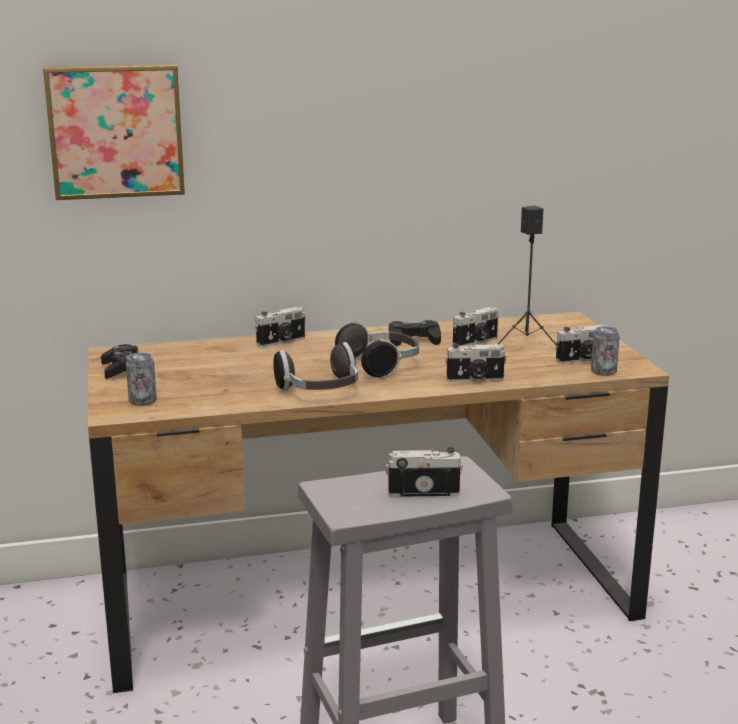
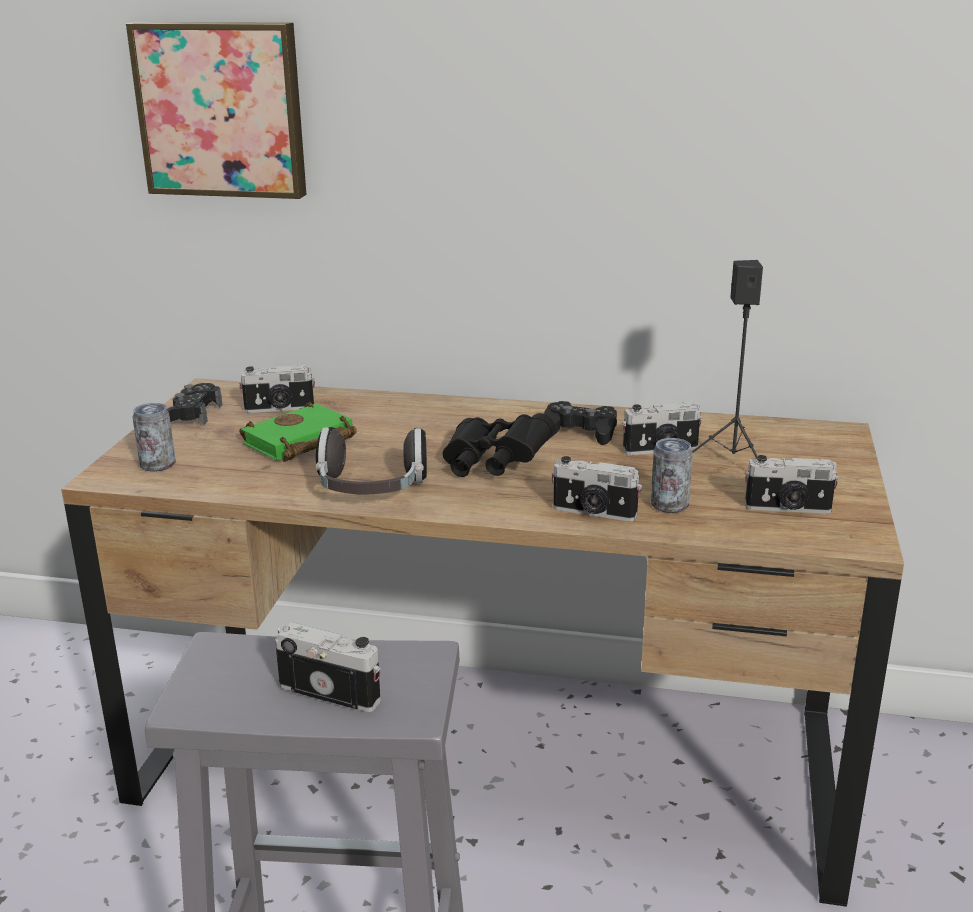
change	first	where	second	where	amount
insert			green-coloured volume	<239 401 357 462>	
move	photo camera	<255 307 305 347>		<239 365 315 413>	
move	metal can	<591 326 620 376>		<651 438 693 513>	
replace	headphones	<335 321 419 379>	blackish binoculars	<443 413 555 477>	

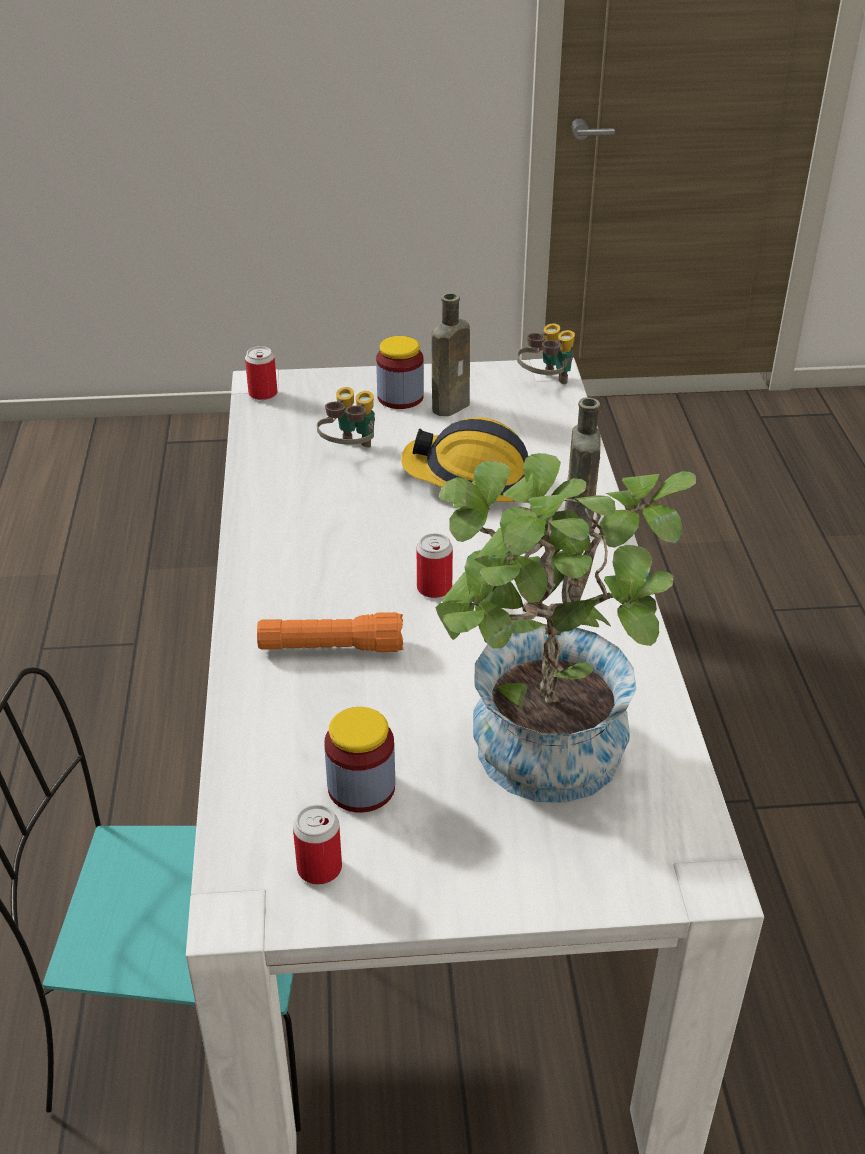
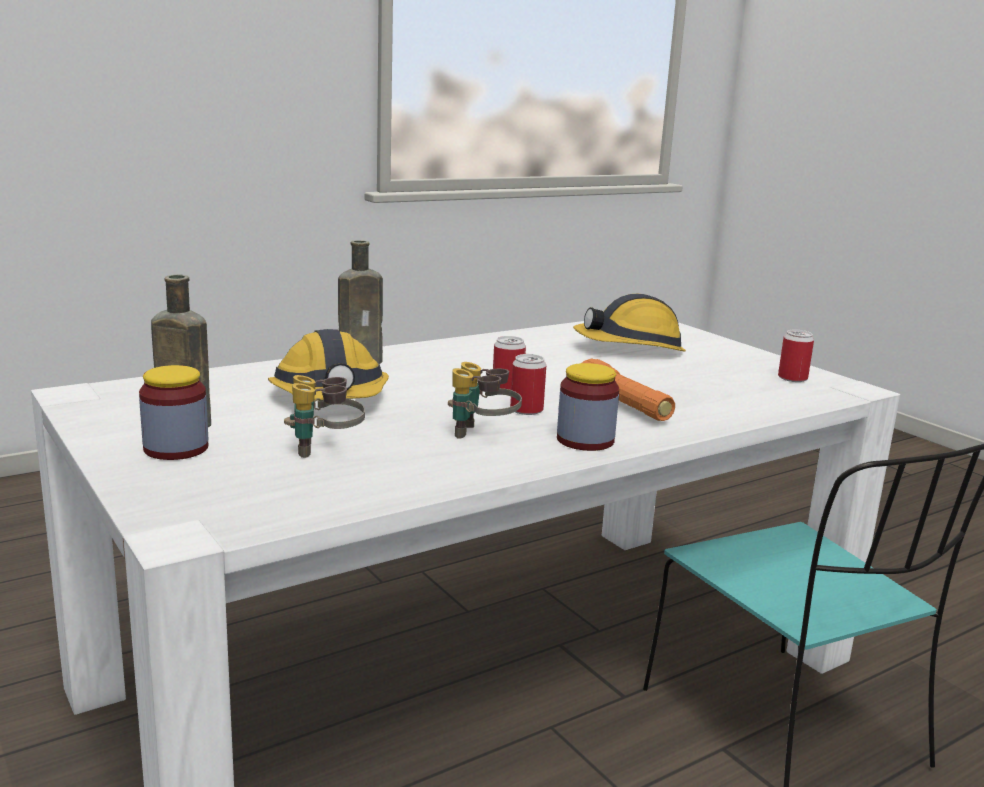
change	first	where	second	where	amount
move	metal can	<245 346 277 400>		<510 354 546 415>	
move	preserve jar	<324 707 395 813>		<557 363 619 451>	
move	binoculars	<517 323 575 384>		<448 362 522 439>	
replace	potted plant	<435 453 696 803>	safety helmet	<573 294 686 352>	

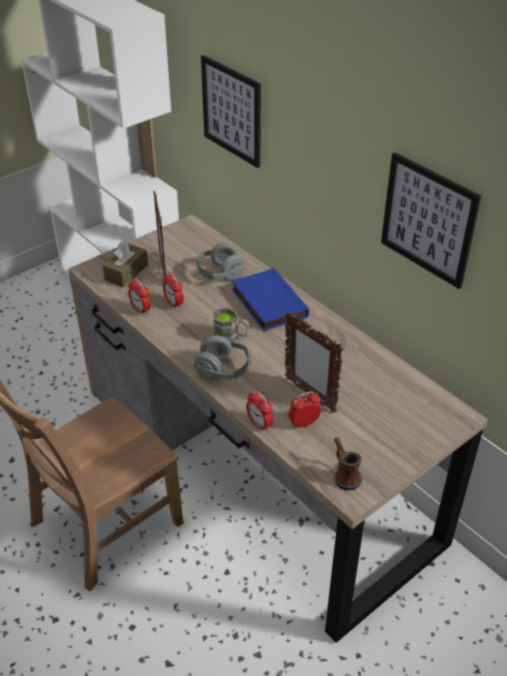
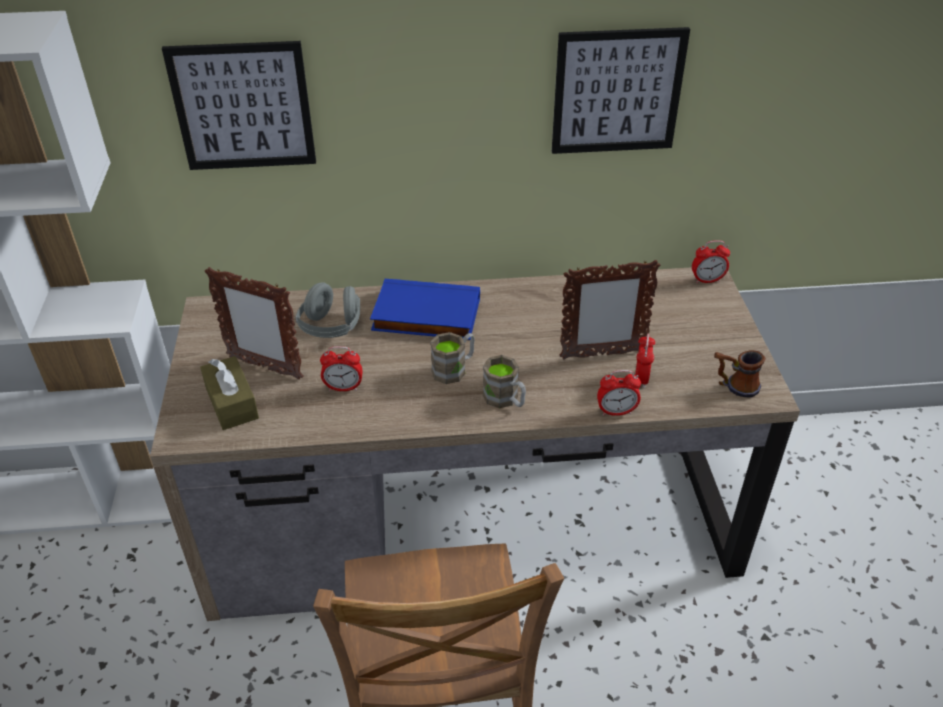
change	first	where	second	where	amount
move	table clock	<128 278 151 315>		<692 240 730 283>	
replace	gray headphones	<194 335 251 380>	brown-coloured mug	<483 355 526 408>	

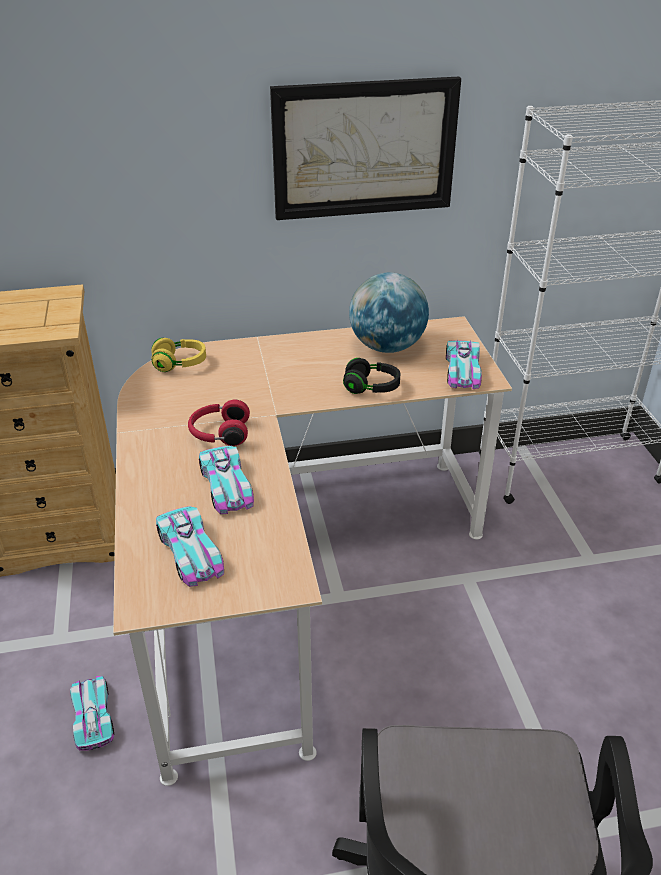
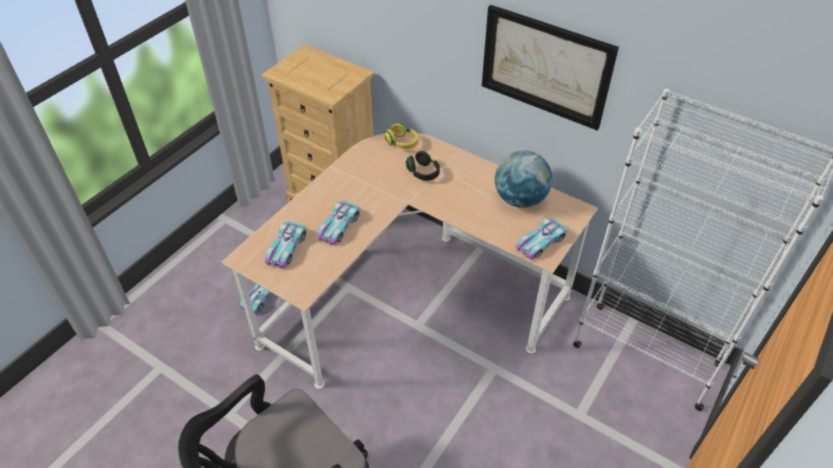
change	first	where	second	where	amount
delete	red headphones	<188 400 250 446>			
move	blackish headphones	<343 358 400 394>		<406 151 440 181>	

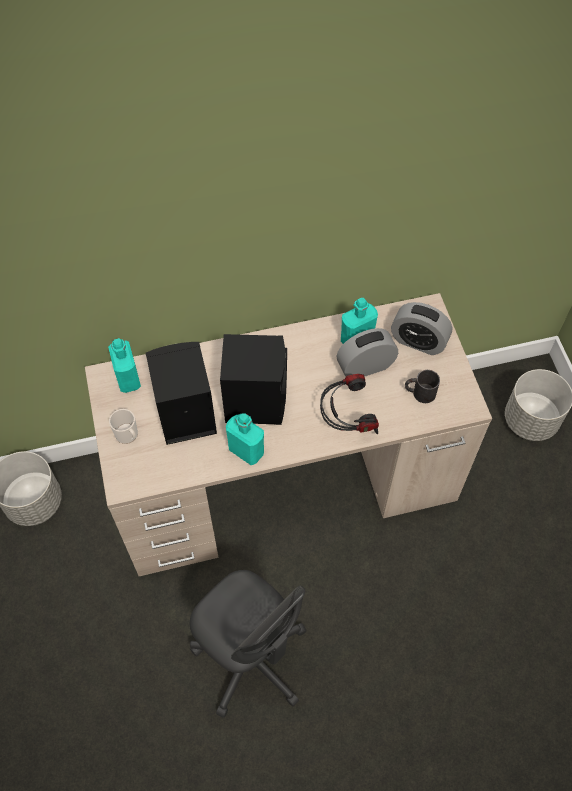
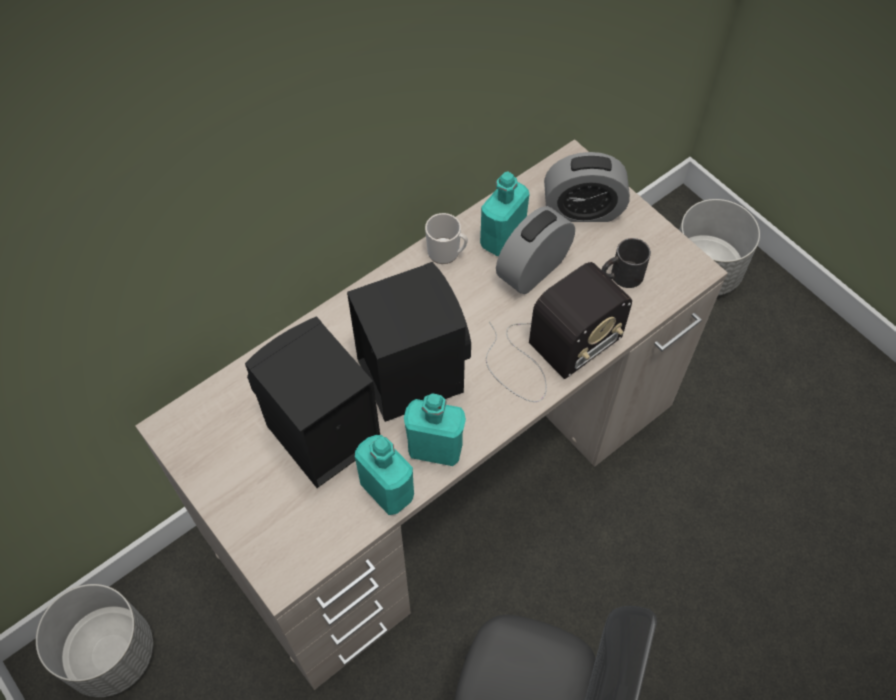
change	first	where	second	where	amount
move	blue-green drink bottle	<108 338 141 393>		<355 435 414 515>	
move	mug	<109 409 138 444>		<425 213 468 264>	
replace	headphones	<320 374 379 434>	radio set	<486 262 632 402>	

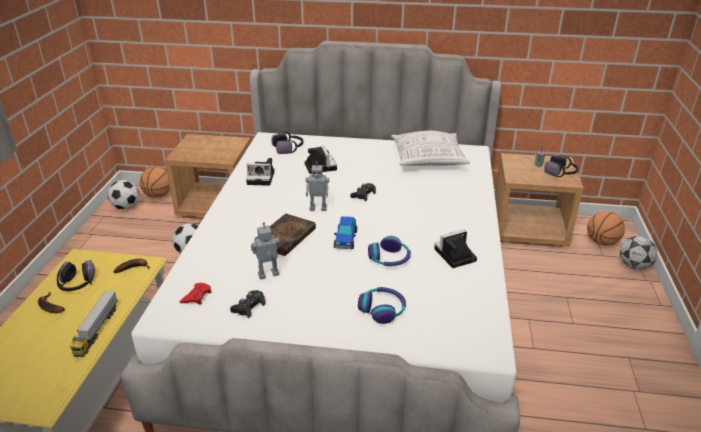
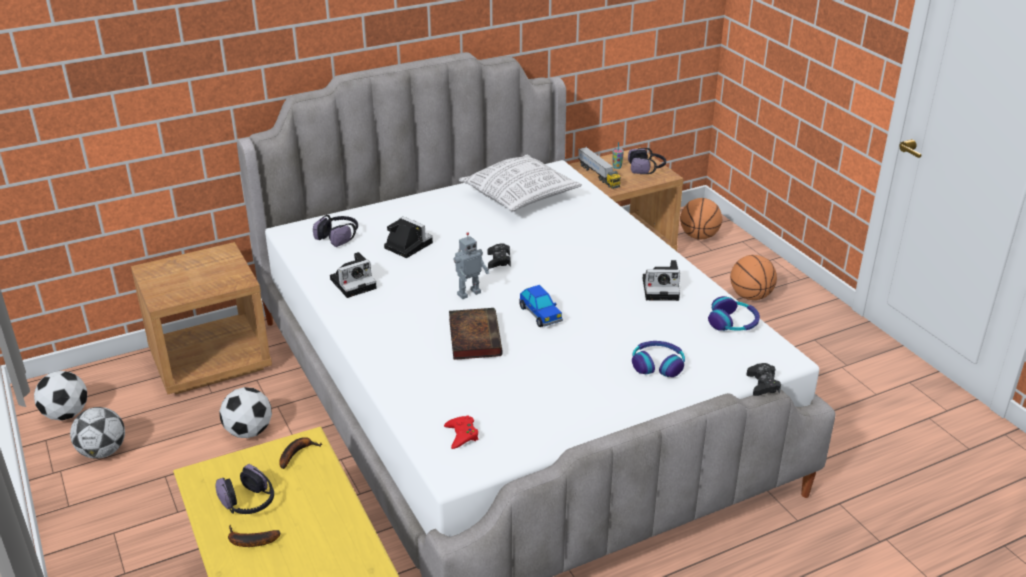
change	first	where	second	where	amount
delete	robot figure	<251 222 280 279>			
move	toy truck	<70 291 118 357>		<578 147 621 189>	
move	basketball ball	<140 167 170 198>		<730 255 777 300>	
move	blackish game controller	<230 290 266 318>		<746 363 781 396>	
move	headphones	<368 236 411 266>		<708 296 760 331>	
move	football	<620 236 657 270>		<70 407 125 459>	
rotate	photo camera	<434 230 477 268>		<643 260 680 301>	120 degrees counterclockwise

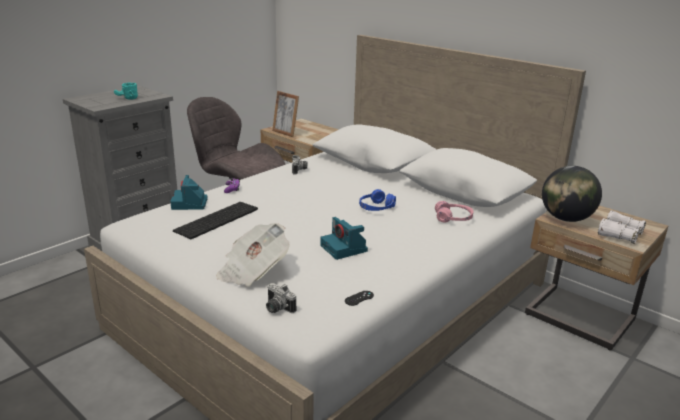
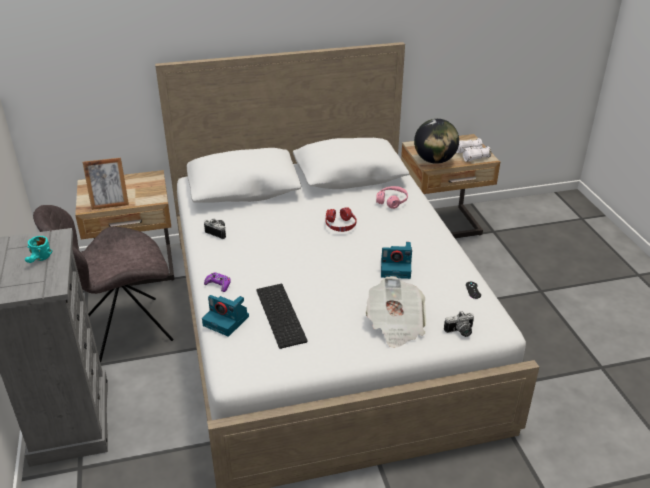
change	first	where	second	where	amount
recolor	blue headphones	<359 189 396 211>	red headphones	<325 207 356 232>	

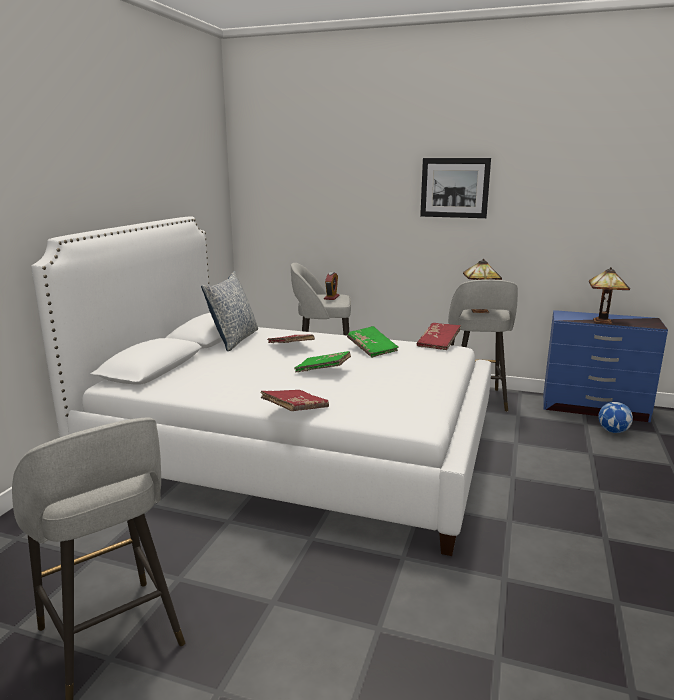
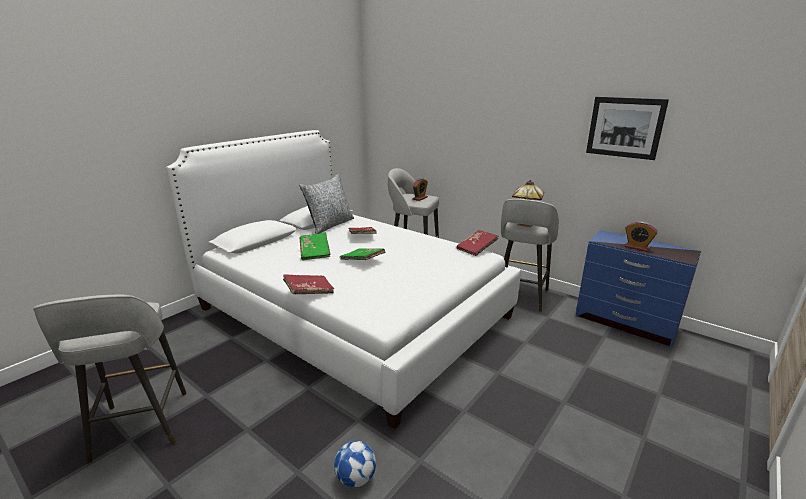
change	first	where	second	where	amount
move	green-coloured volume	<347 326 399 358>		<300 233 331 260>	
move	picture	<420 158 491 218>		<586 97 669 160>	
move	football	<598 402 633 433>		<334 441 376 488>	
replace	tabletop lamp	<589 267 630 324>	table clock	<625 221 658 252>	

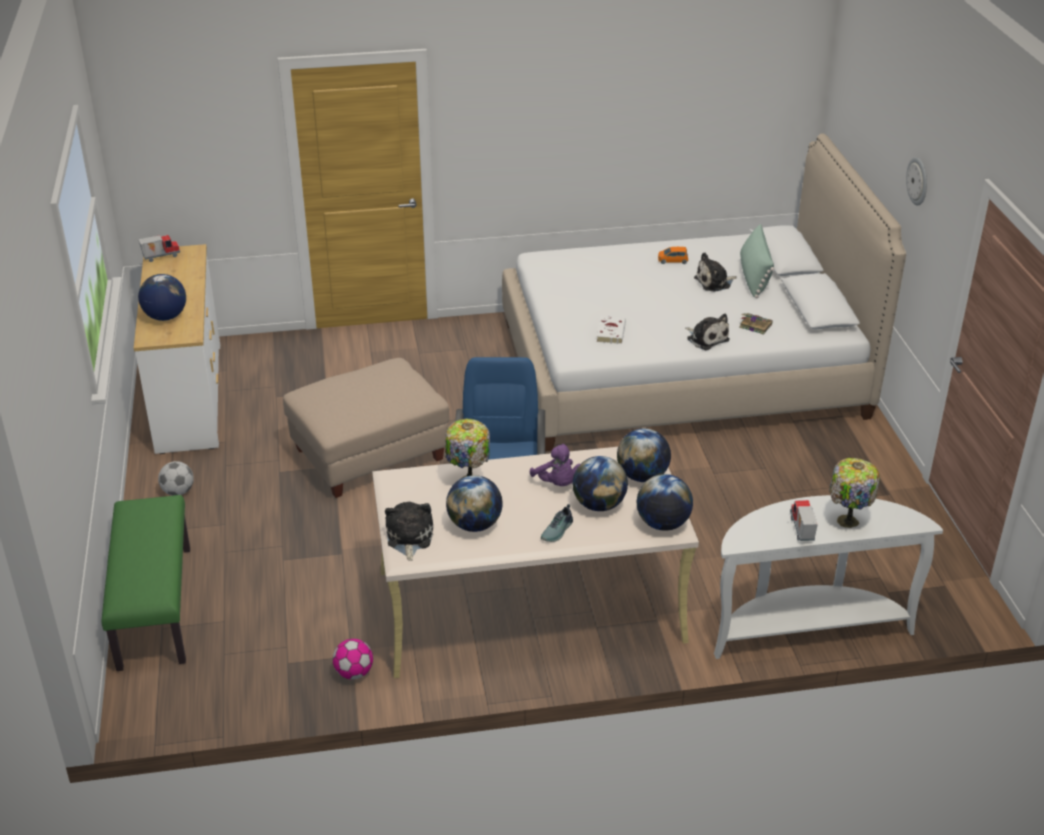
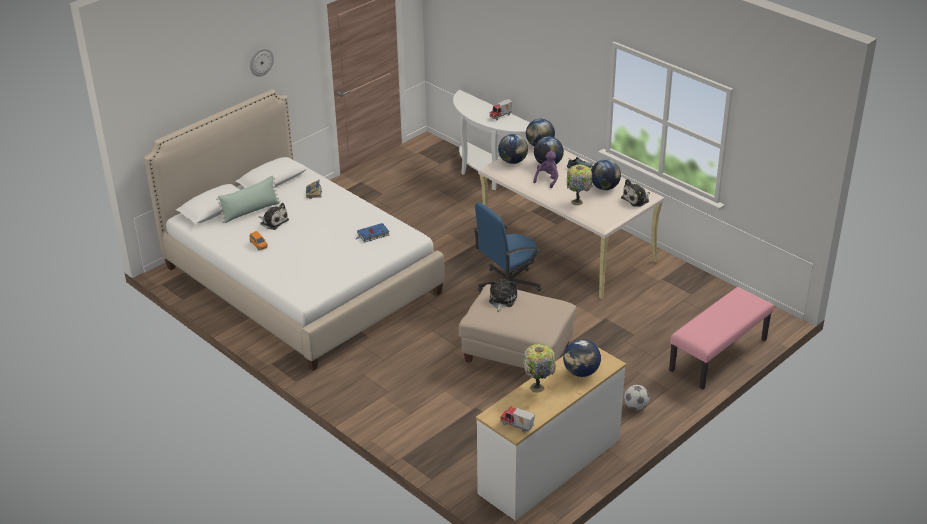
change	first	where	second	where	amount
delete	football	<333 639 373 679>			
move	soft toy	<685 314 730 350>		<489 279 517 312>	
move	tabletop lamp	<829 458 880 528>		<524 344 556 393>	
recolor	green-coloured bench	<102 495 190 671>	pink-coloured bench	<669 287 774 390>	
recolor	whitish volume	<596 316 626 344>	blue volume	<355 223 389 243>	

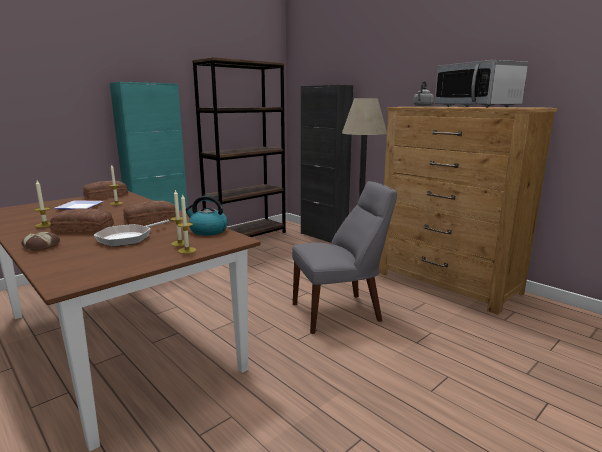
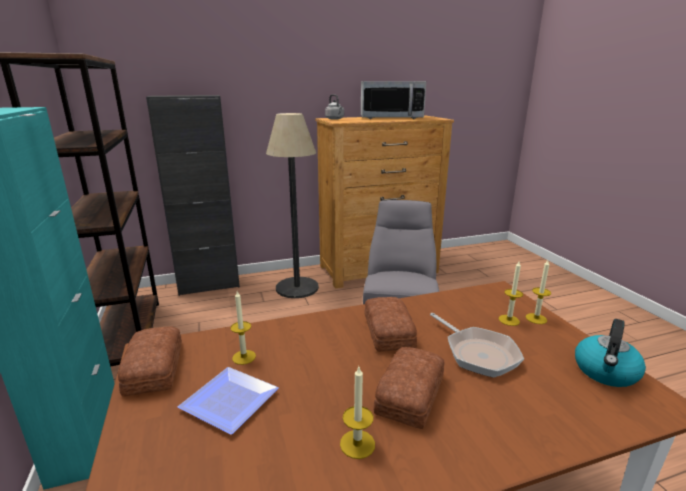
change	first	where	second	where	amount
delete	bakery bread	<21 231 60 251>			
move	tea kettle	<186 196 228 236>		<575 319 646 387>	

